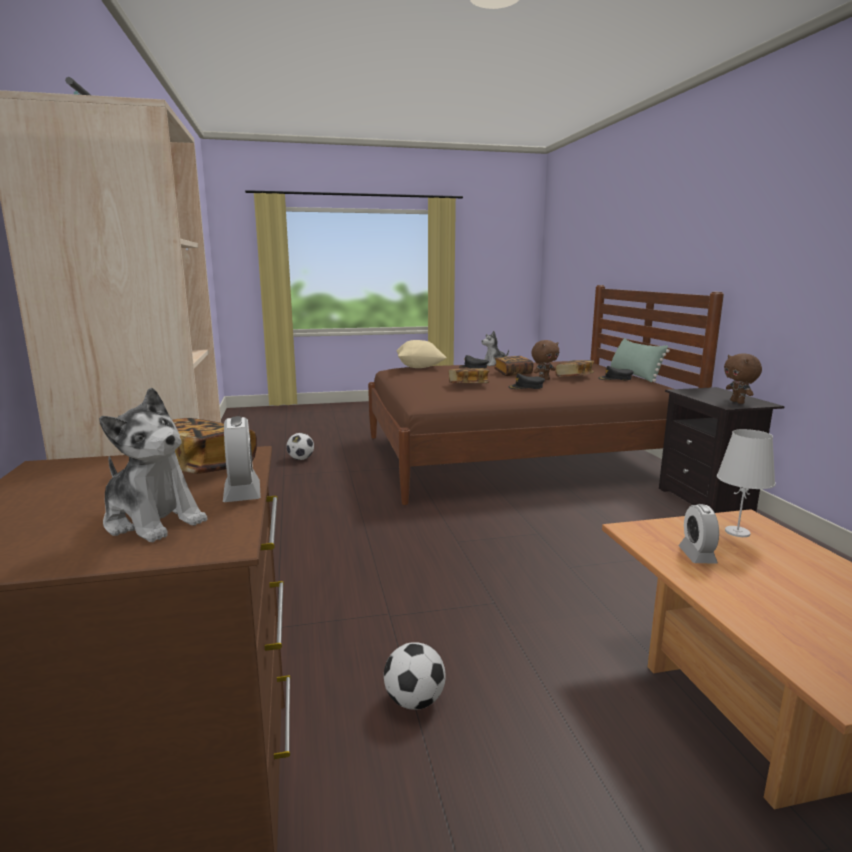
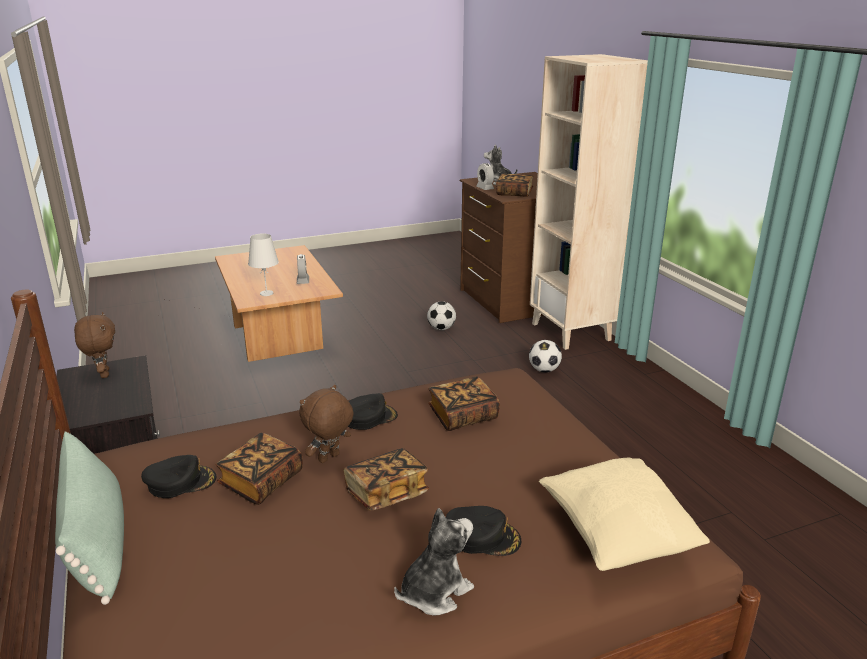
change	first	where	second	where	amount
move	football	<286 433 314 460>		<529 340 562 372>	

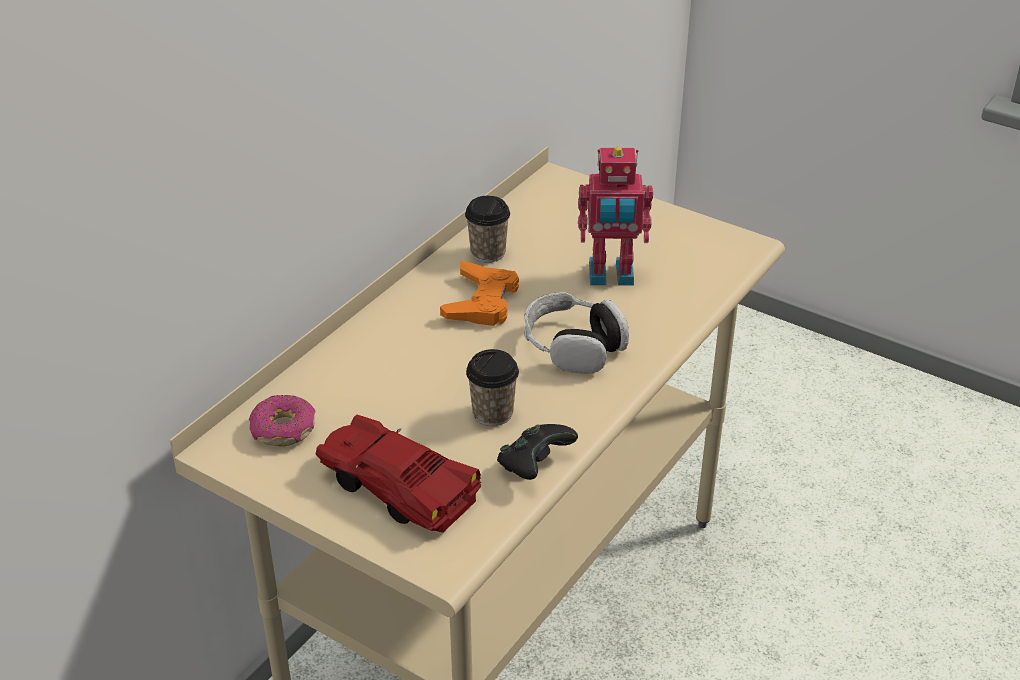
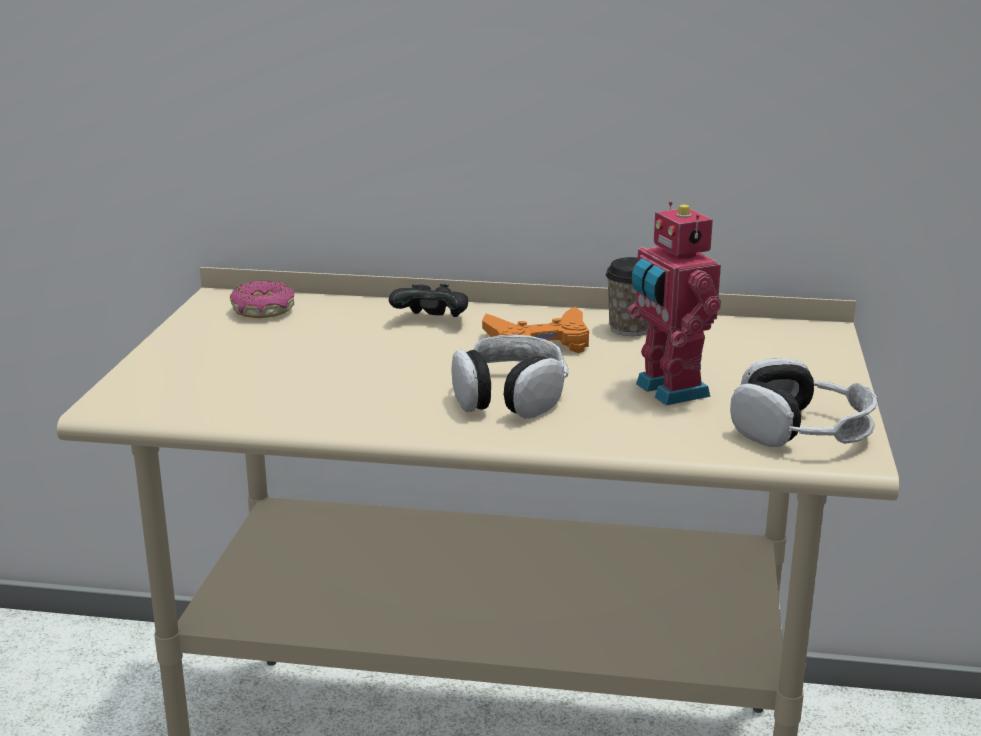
change	first	where	second	where	amount
delete	red model car	<315 415 481 533>			
delete	cup	<466 349 519 426>			
insert			headphones	<730 358 877 447>	
move	blackish game controller	<497 424 578 480>		<389 283 468 317>	

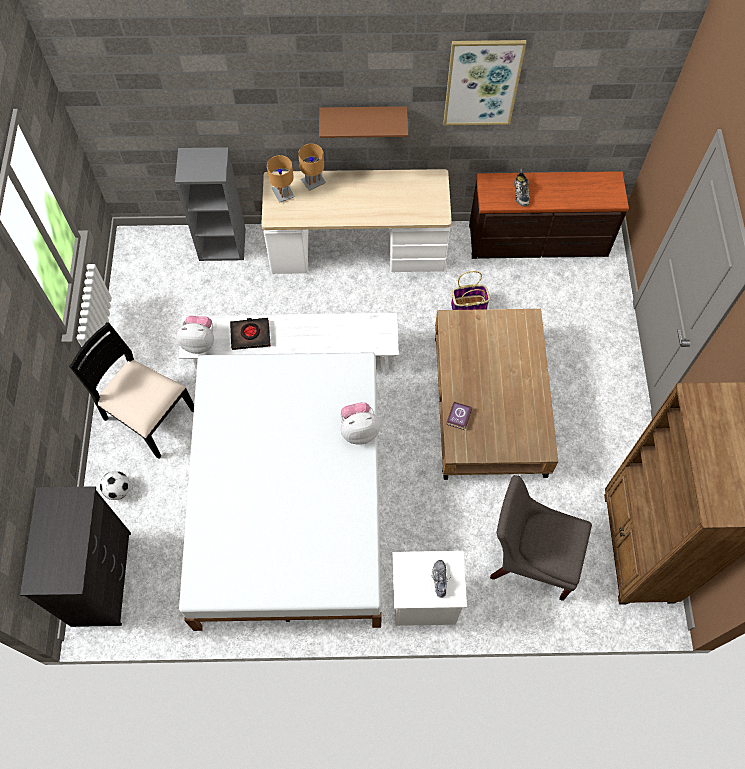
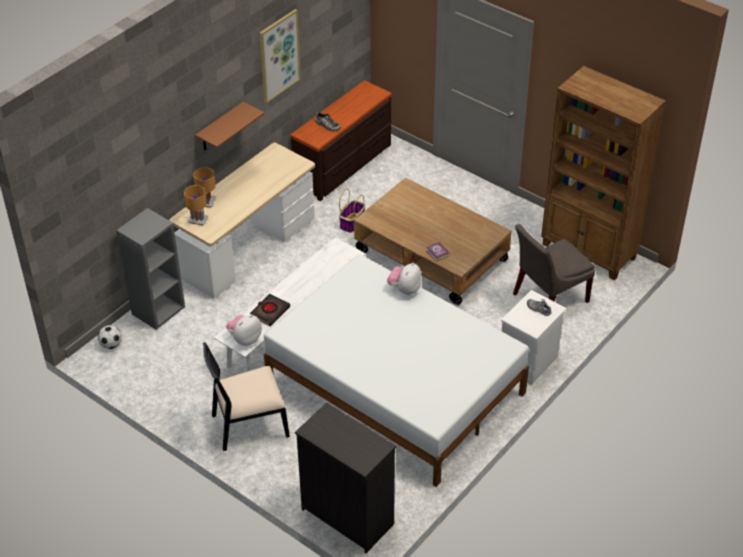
change	first	where	second	where	amount
move	football	<100 471 130 500>		<98 325 122 349>	

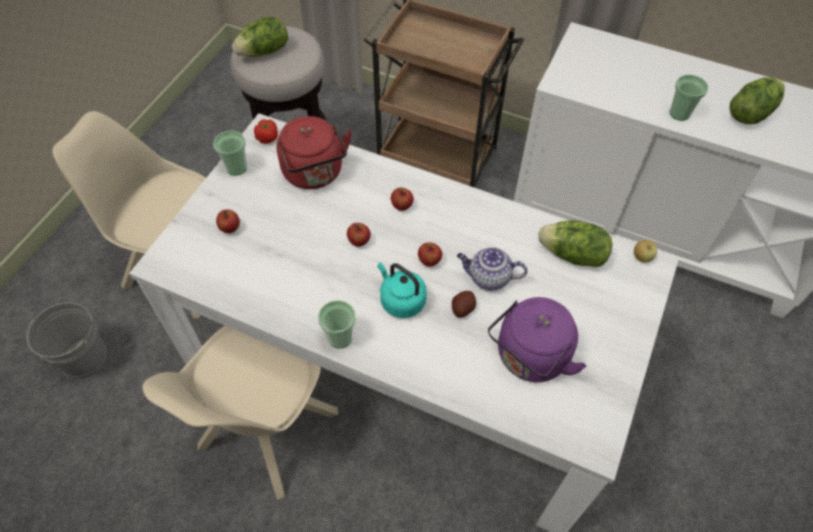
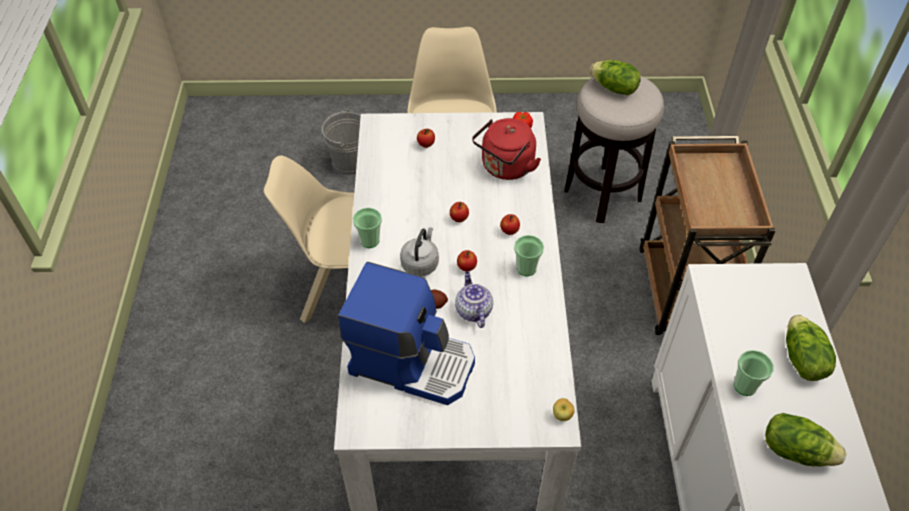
change	first	where	second	where	amount
move	cup	<213 131 247 175>		<514 235 544 276>	
move	lettuce	<538 220 612 267>		<786 315 836 381>	
replace	purple tea kettle	<488 297 587 382>	coffee brewer	<338 262 475 405>	
recolor	blue-green tea kettle	<377 262 427 318>	gray tea kettle	<400 227 439 276>	

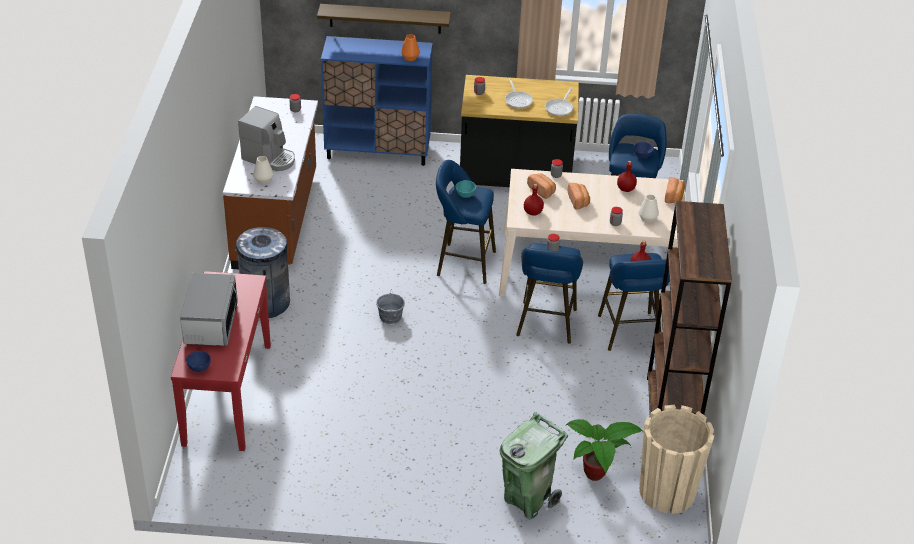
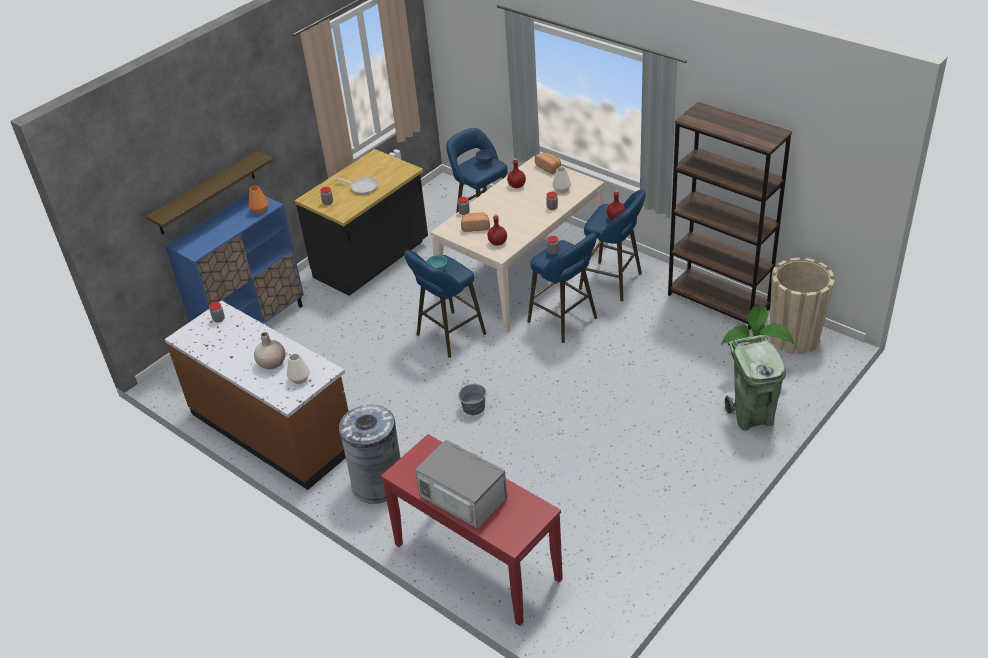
change	first	where	second	where	amount
delete	blue serving bowl	<186 351 211 372>			
delete	frying pan	<545 87 573 116>			
delete	bakery bread	<568 183 590 209>			
replace	coffee brewer	<238 106 295 171>	beige-coloured decorative vase	<254 332 285 369>	

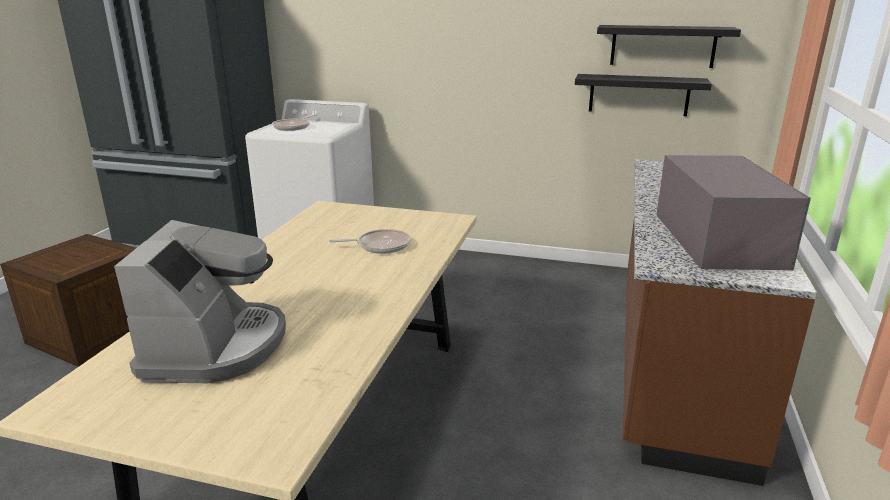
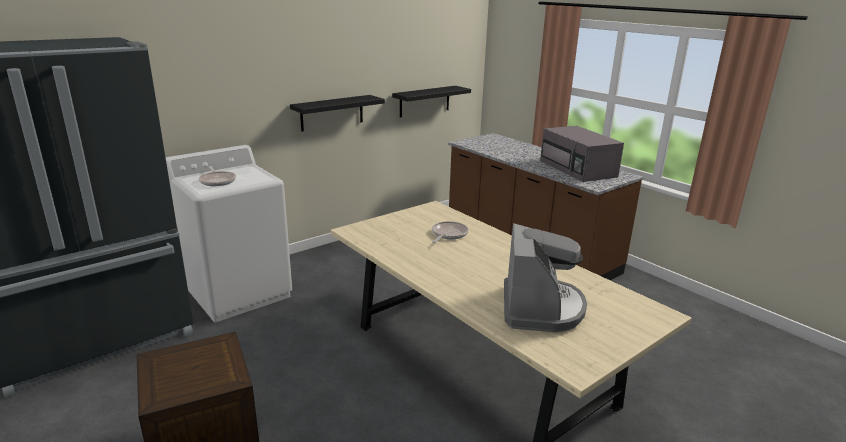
change	first	where	second	where	amount
move	blackish shelf	<597 25 741 68>		<290 95 385 131>	
rotate	coffee brewer	<114 220 286 383>		<504 223 587 332>	60 degrees clockwise
rotate	gray microwave oven	<656 155 811 271>		<540 126 624 182>	150 degrees counterclockwise

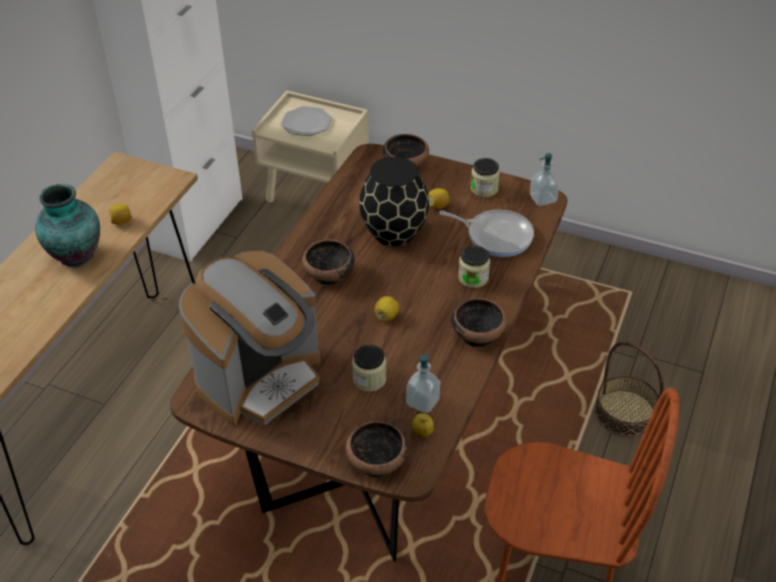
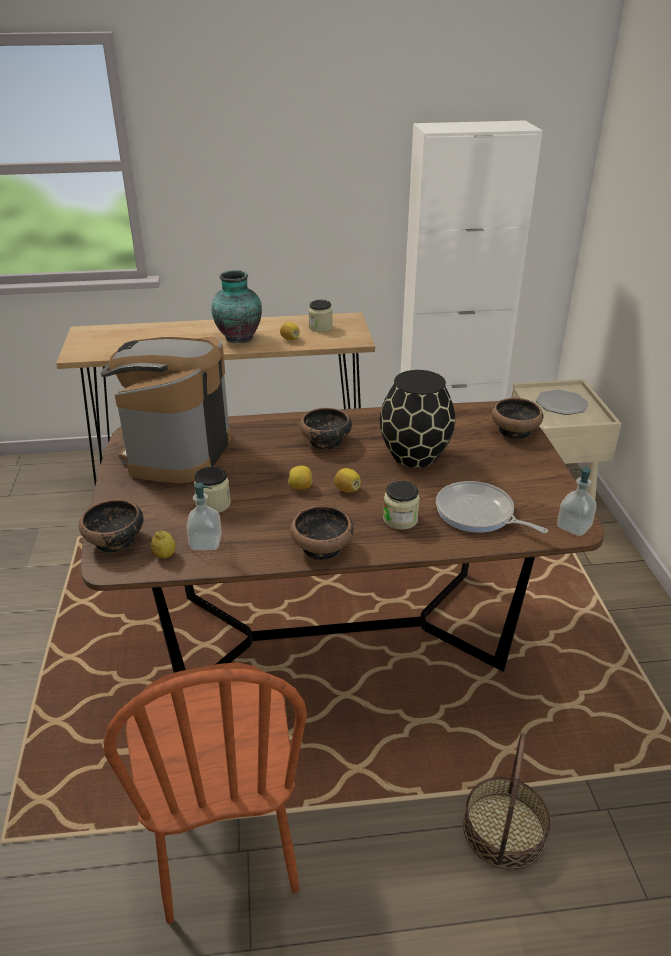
change	first	where	second	where	amount
move	citrus fruit	<428 188 450 209>		<334 468 361 493>	
move	preserve jar	<471 158 500 197>		<308 300 333 332>	
rotate	coffee brewer	<178 251 320 426>		<101 337 231 484>	90 degrees clockwise
rotate	frying pan	<439 210 534 257>		<436 481 548 533>	135 degrees clockwise

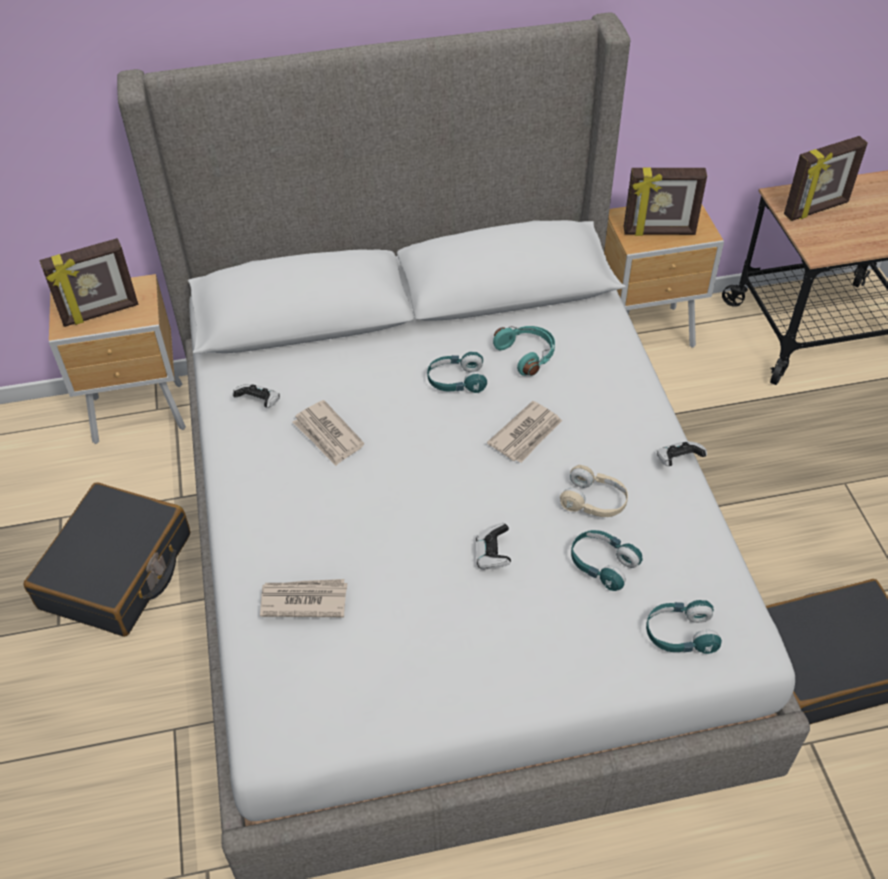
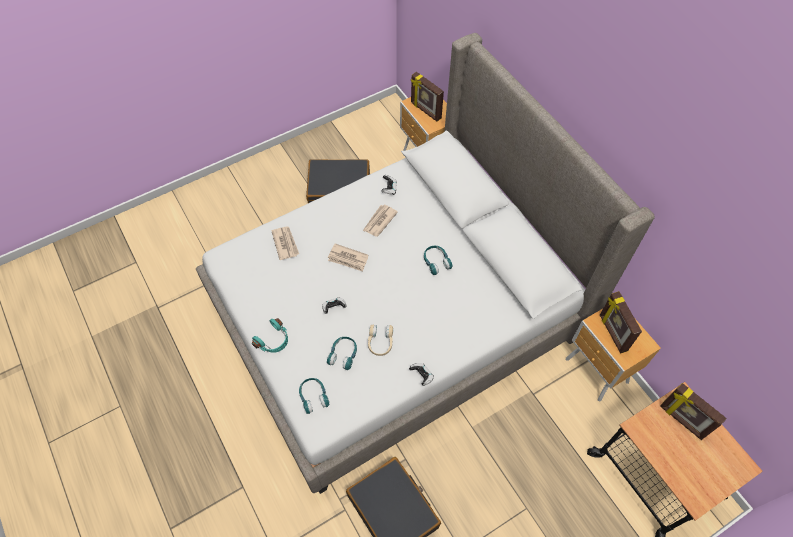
change	first	where	second	where	amount
move	daily paper	<487 401 562 463>		<328 243 368 272>	
move	blue-green headphones	<493 326 555 376>		<252 318 288 353>	

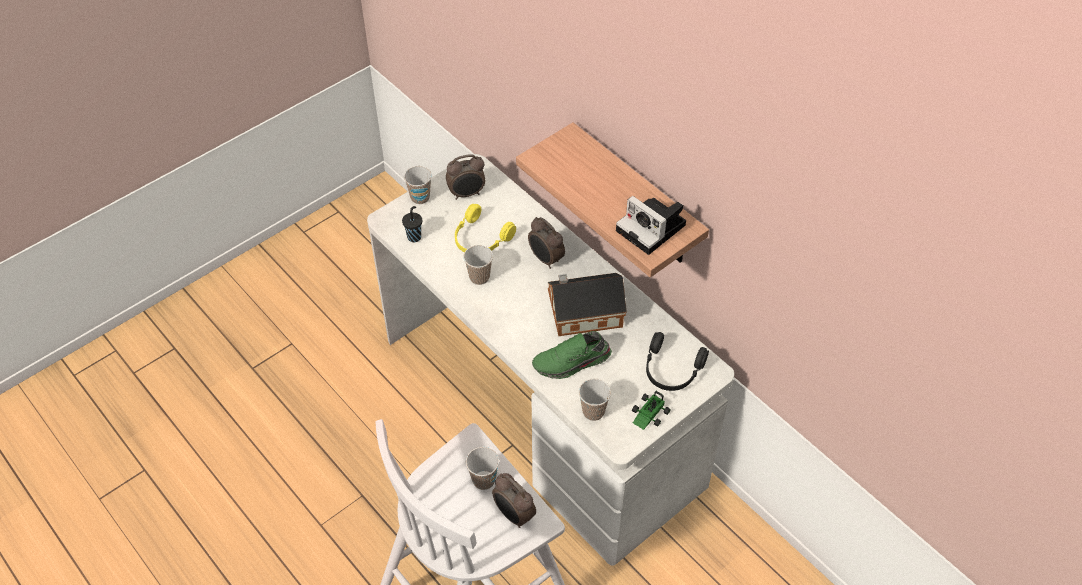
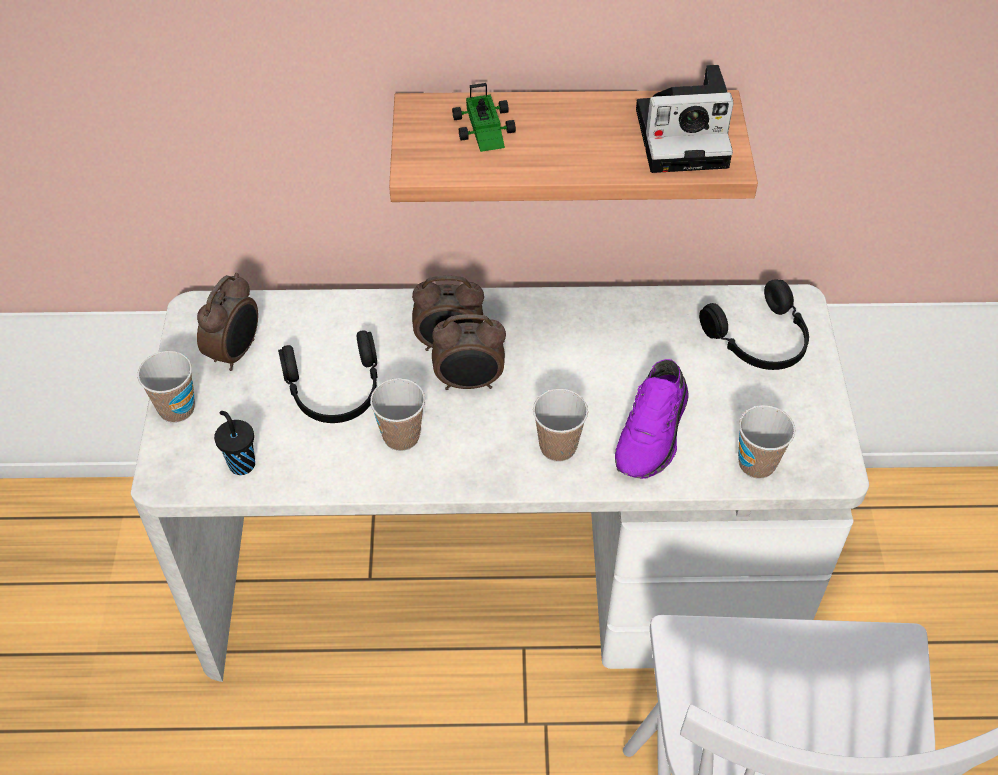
change	first	where	second	where	amount
delete	model house	<547 273 627 336>			
move	cup	<466 447 499 490>		<533 389 588 462>	
move	table clock	<492 473 536 528>		<432 314 506 390>	
move	model car	<632 391 671 430>		<452 83 516 152>	
recolor	yellowish headphones	<455 204 516 253>	blackish headphones	<278 330 377 423>	
recolor	green-coloured item of footwear	<532 331 612 379>	purple item of footwear	<615 359 689 479>	

